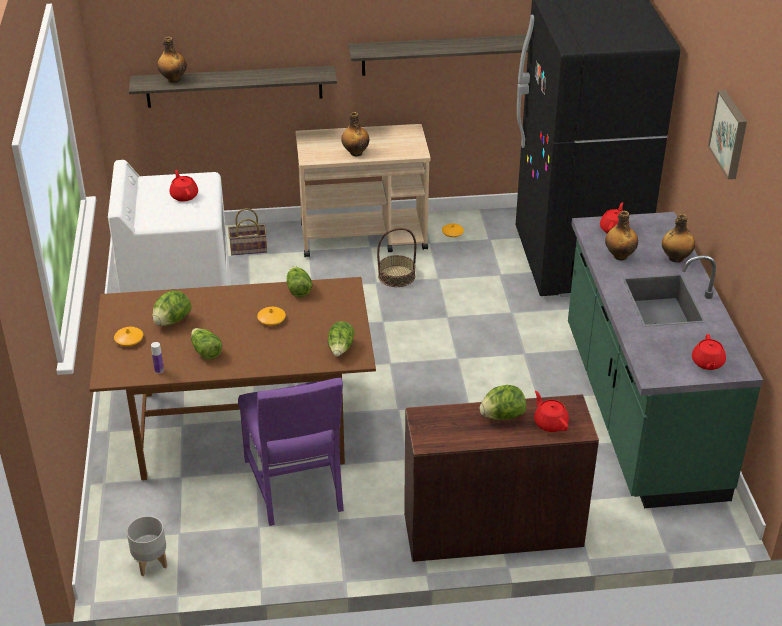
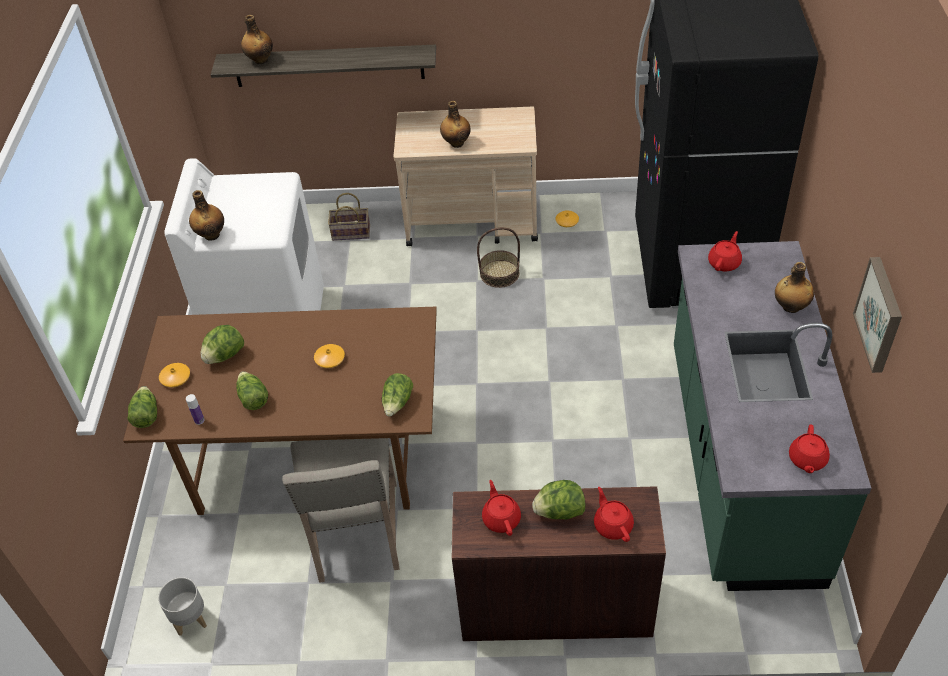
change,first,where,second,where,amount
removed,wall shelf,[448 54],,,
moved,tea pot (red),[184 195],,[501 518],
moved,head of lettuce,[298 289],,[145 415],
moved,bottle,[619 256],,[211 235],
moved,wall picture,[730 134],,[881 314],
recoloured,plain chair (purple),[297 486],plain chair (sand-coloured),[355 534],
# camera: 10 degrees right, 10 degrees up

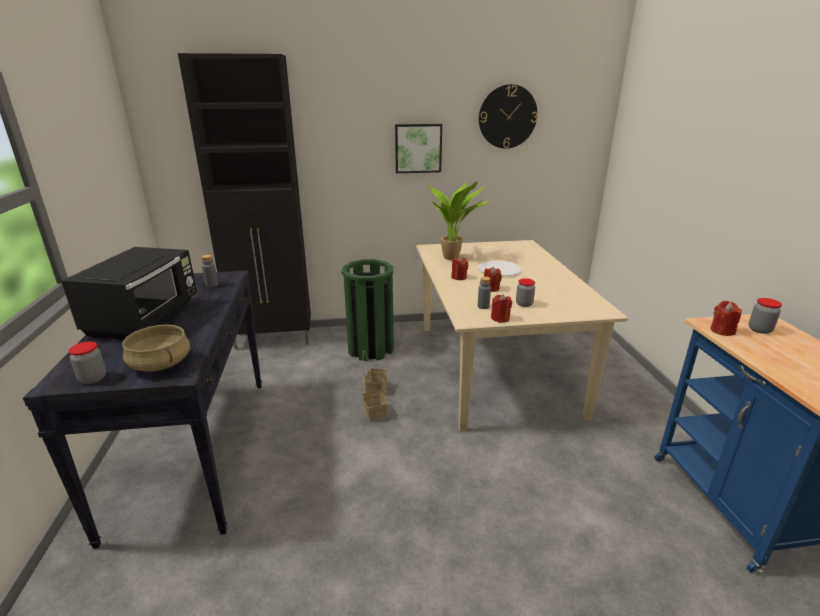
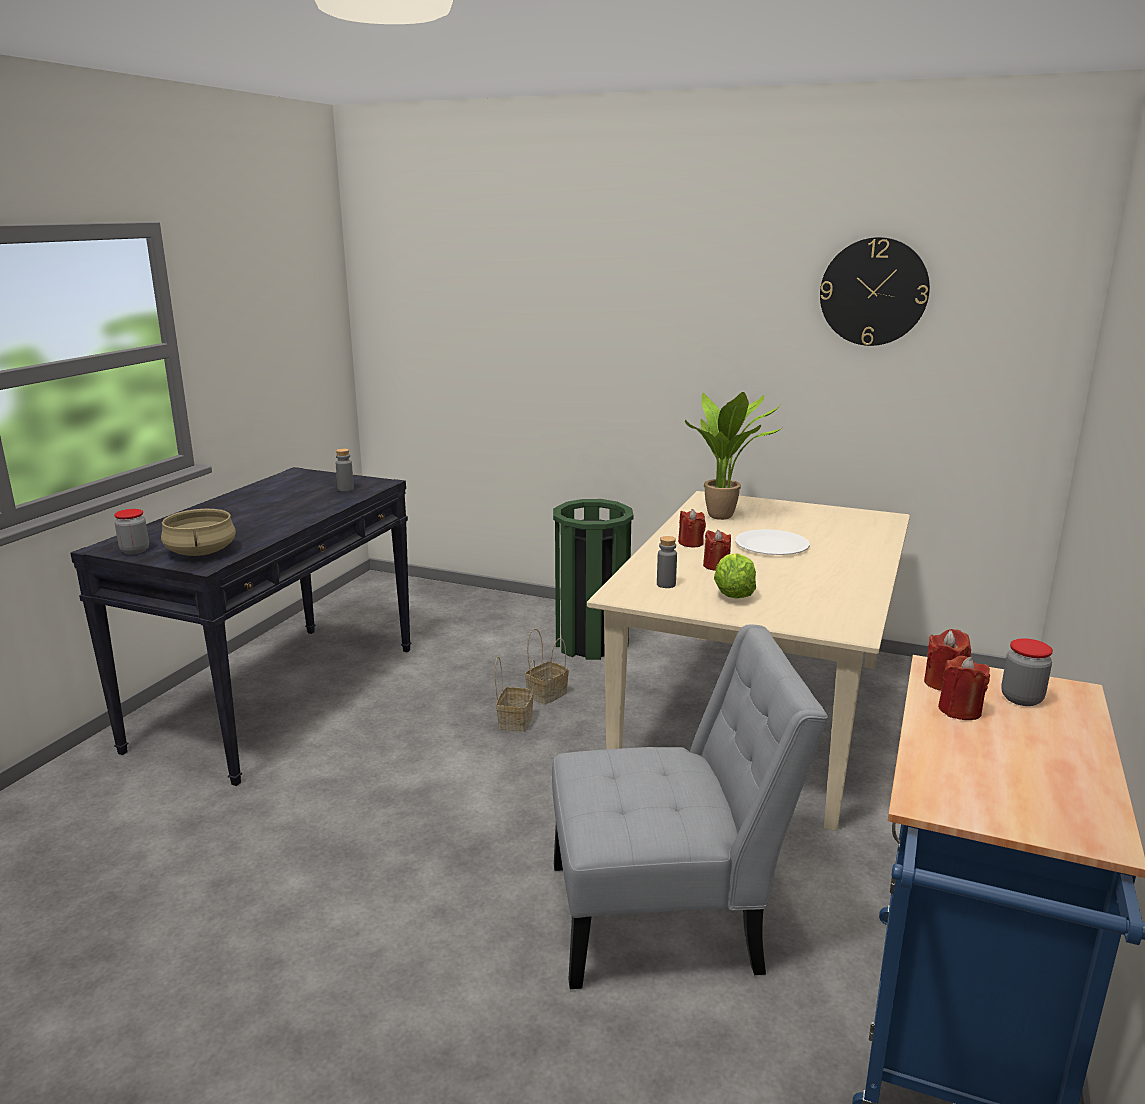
change,first,where,second,where,amount
removed,microwave oven (blackish),[146 318],,,
removed,cupboard (blackish),[274 339],,,
removed,wall picture,[418 148],,,
added,,,plain chair (grey),[667 915],
moved,wax light (red),[500 318],,[959 710],
replaced,jar,[524 304],head of lettuce,[733 594],
# camera: 30 degrees right, 5 degrees down

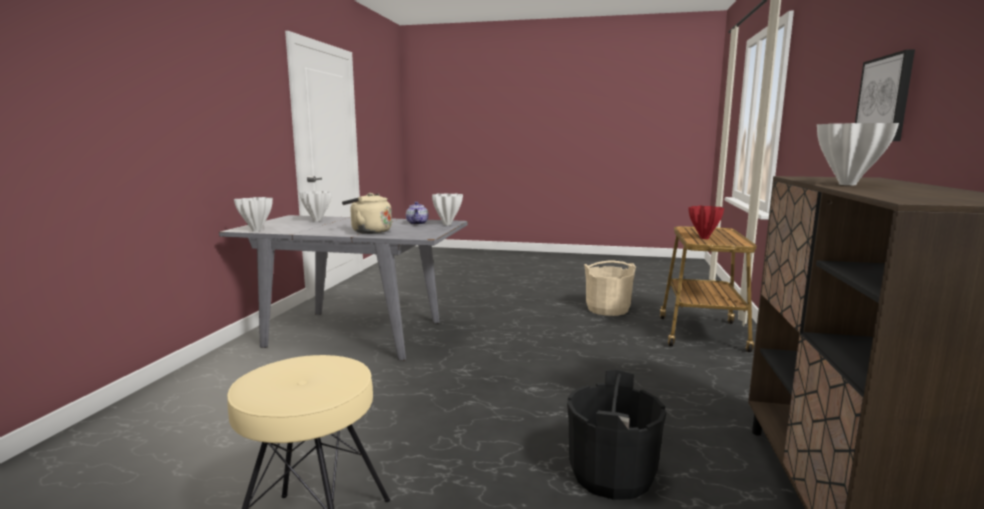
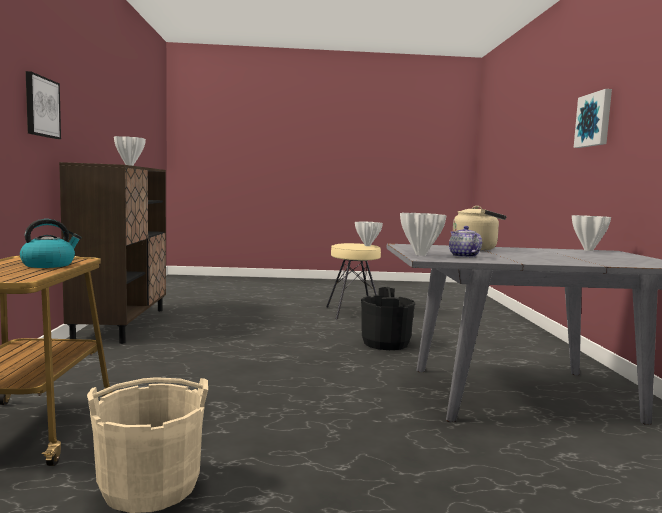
change,first,where,second,where,amount
added,,,wall picture,[594 120],
moved,decorative vase (white-coloured),[317 221],,[366 245],
moved,bucket (blackish),[612 474],,[385 343],
replaced,decorative vase (red),[704 238],water kettle,[49 265],
# camera: 165 degrees right, 5 degrees down

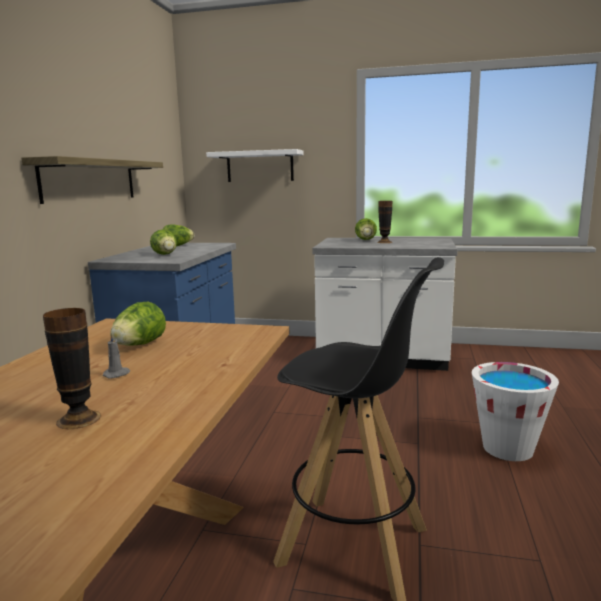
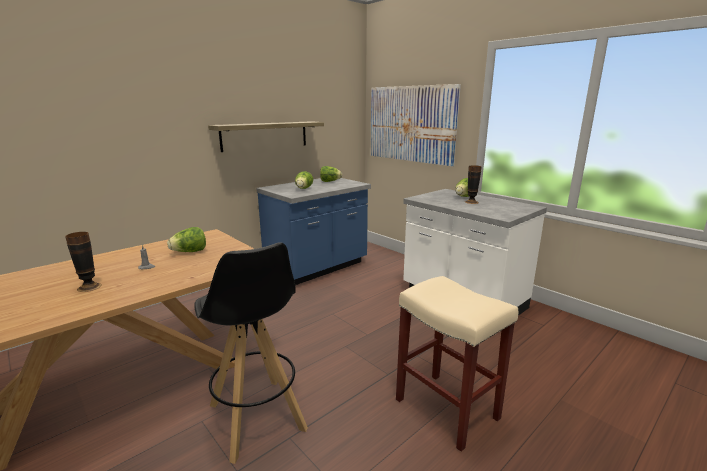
change,first,where,second,where,amount
replaced,wall shelf (white-coloured),[260 166],wall picture,[411 124],
replaced,bucket (white-coloured),[507 448],stool seat (sand-coloured),[448 409],
# camera: 35 degrees right, 5 degrees up

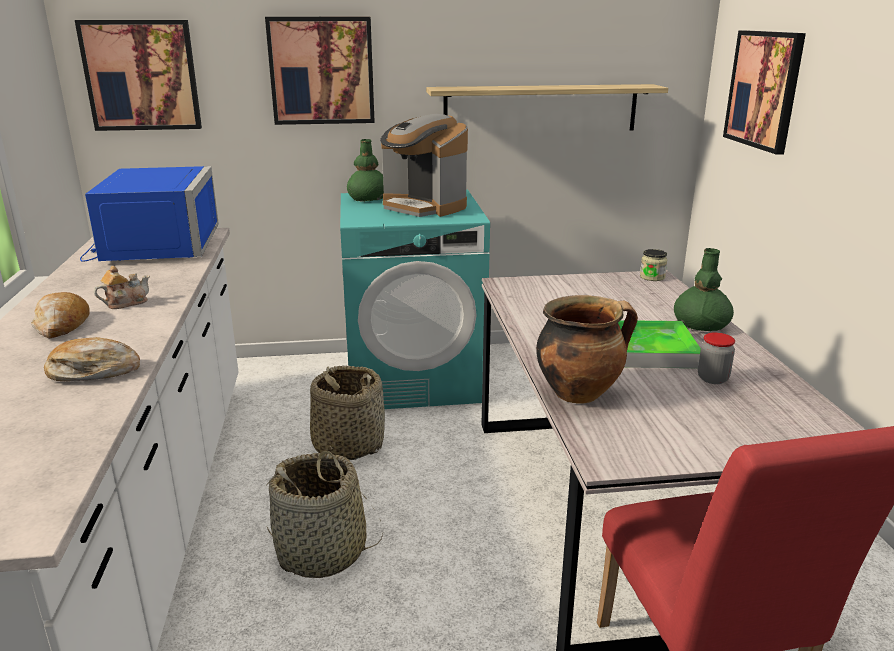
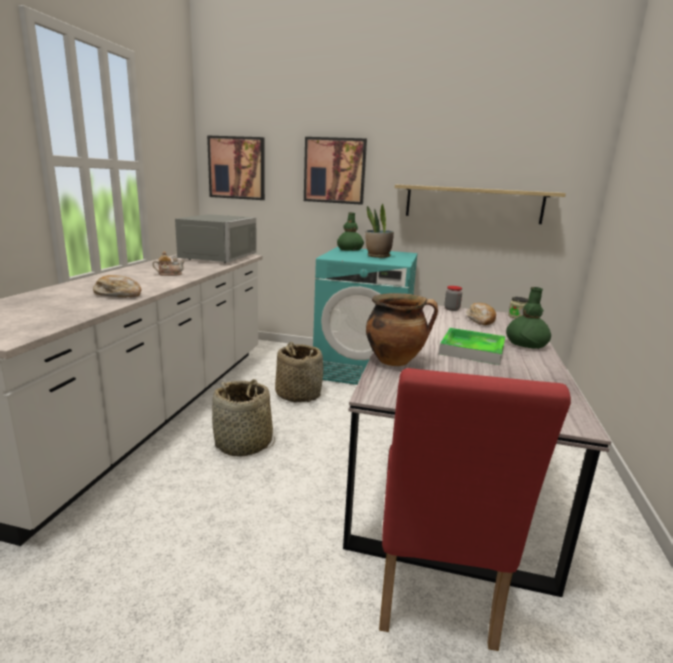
change,first,where,second,where,amount
removed,wall picture,[764 90],,,
moved,bakery bread,[62 325],,[481 320],
moved,jar,[712 379],,[451 309],
replaced,coffee brewer,[423 207],potted plant,[378 256],
recoloured,microwave oven (blue),[153 246],microwave oven (grey),[213 257],
# camera: 20 degrees right, 5 degrees down

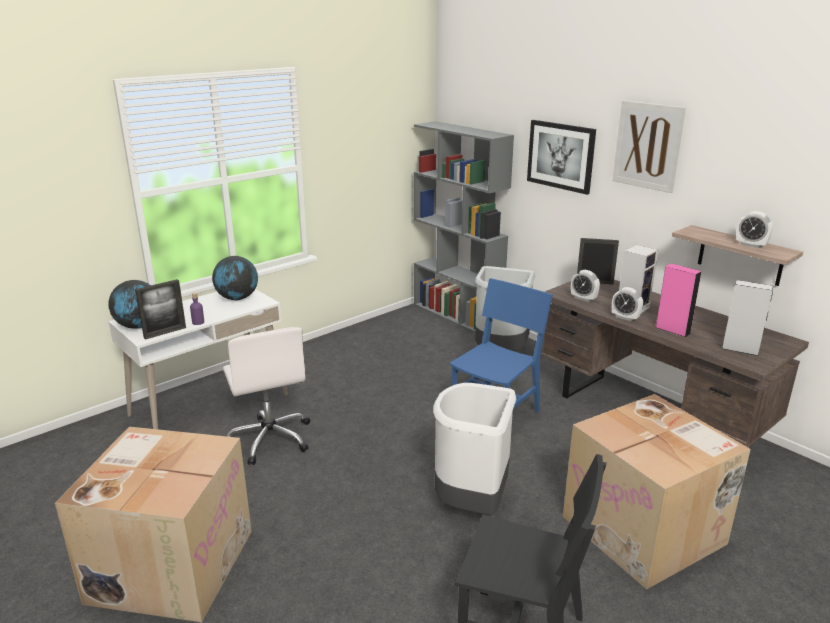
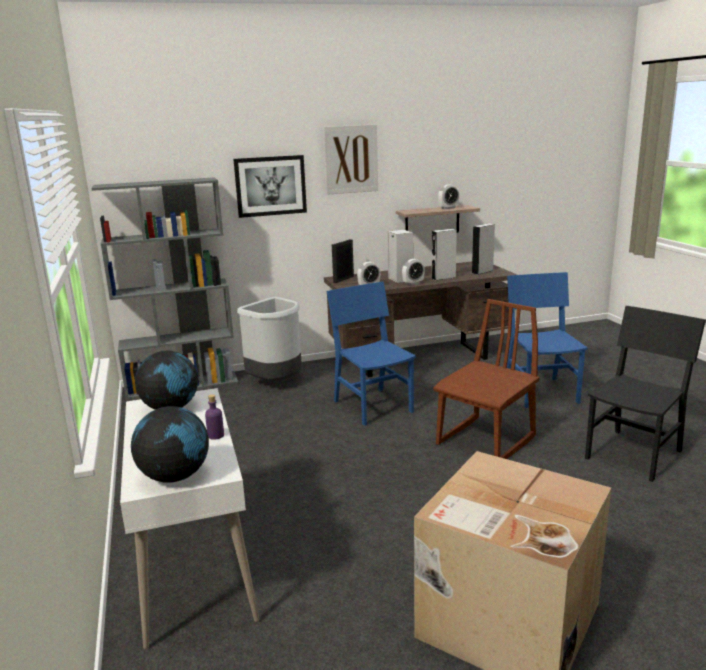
change,first,where,second,where,amount
removed,standing frame,[165 332],,,
removed,computer chair (white-coloured),[270 438],,,
replaced,waste bin (white-coloured),[471 505],plain chair (brownish),[486 441],
replaced,packing box,[645 530],plain chair (blue),[541 392],
recoloured,loudspeaker (pink),[672 330],loudspeaker (grey),[443 278],
# camera: 65 degrees left, 5 degrees down

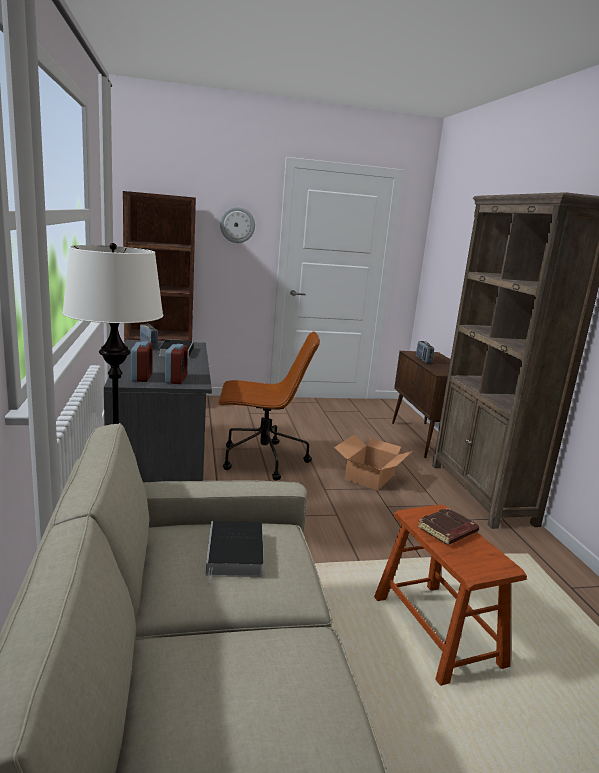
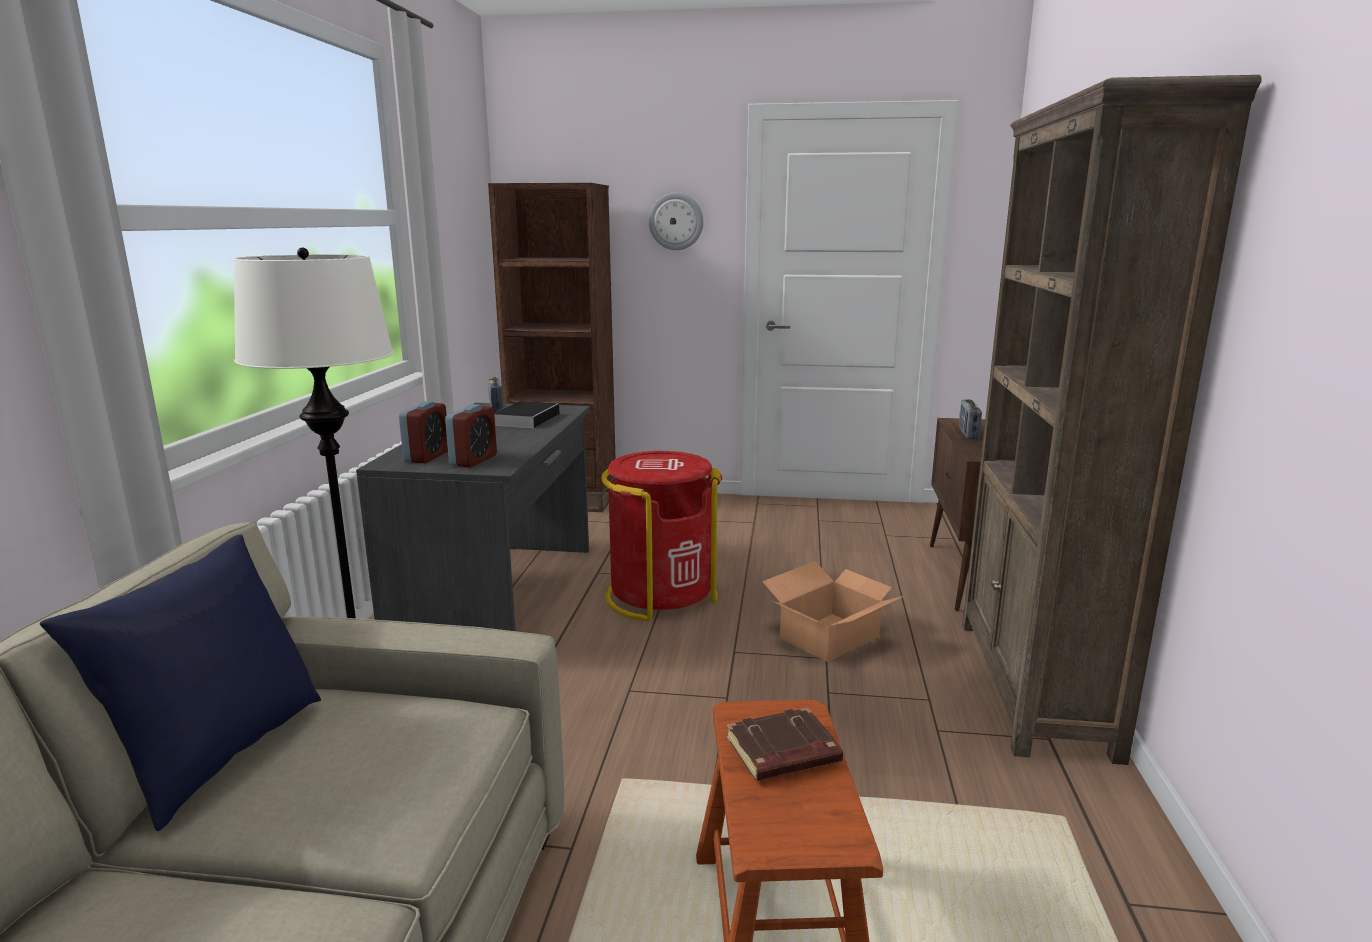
change,first,where,second,where,amount
removed,volume,[235 555],,,
added,,,throw pillow (blue),[218 755],
replaced,computer chair (brownish),[261 460],waste bin (red),[660 596],
# camera: 20 degrees right, 0 degrees up

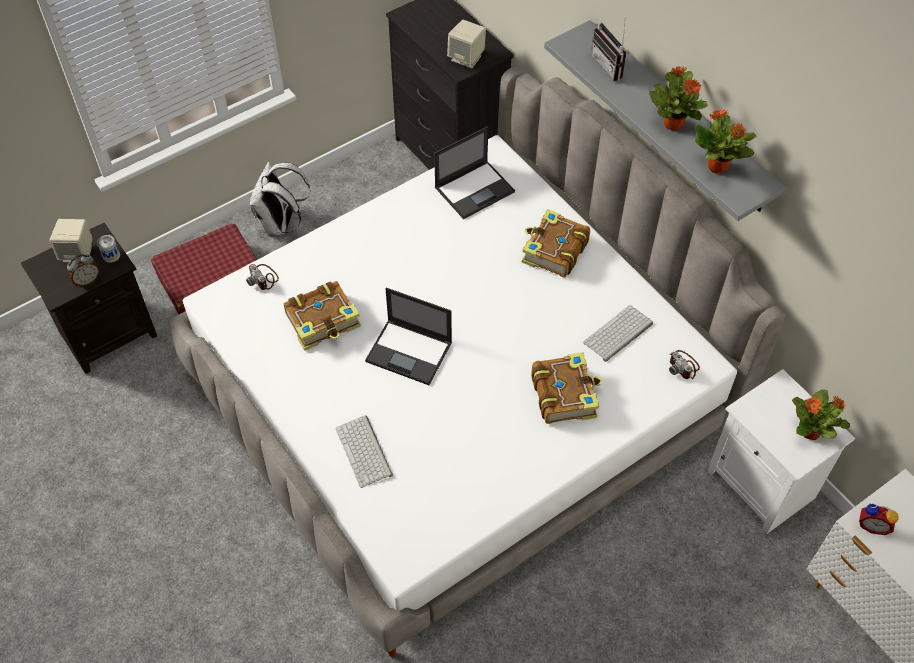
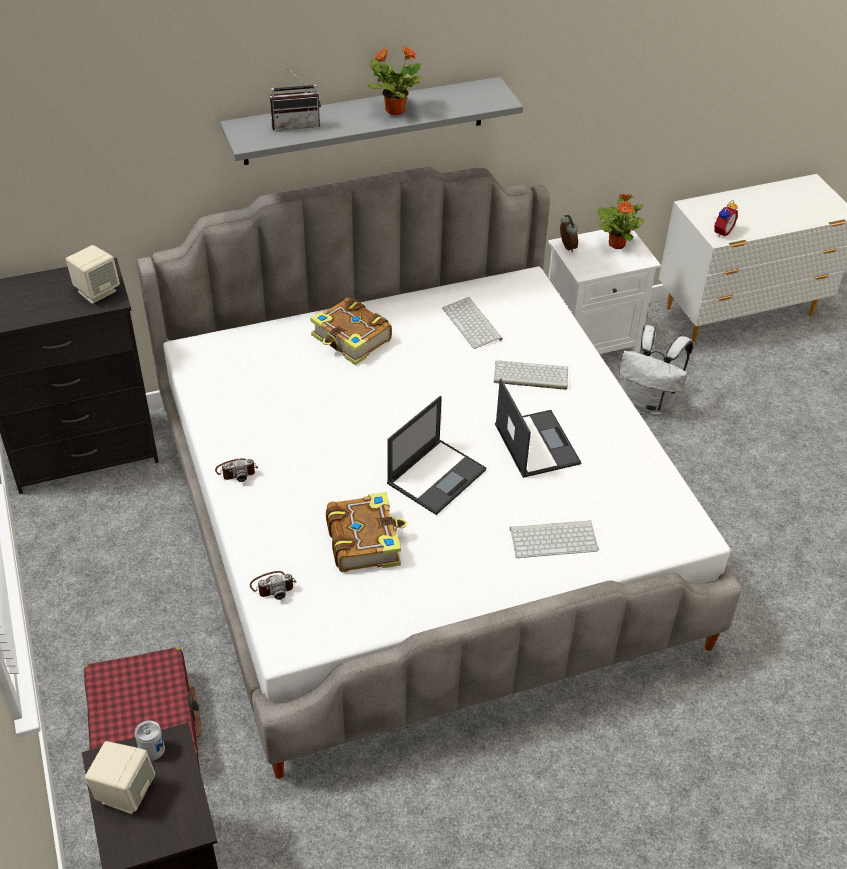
change,first,where,second,where,amount
removed,potted plant,[718 167],,,
moved,alarm clock,[87 281],,[566 247],
moved,rucksack (white-coloured),[280 224],,[649 403],
moved,notebook computer,[475 189],,[536 443],
moved,still camera,[683 366],,[236 471],
replaced,volume,[564 394],keyboard,[530 376],
# camera: 75 degrees left, 10 degrees down

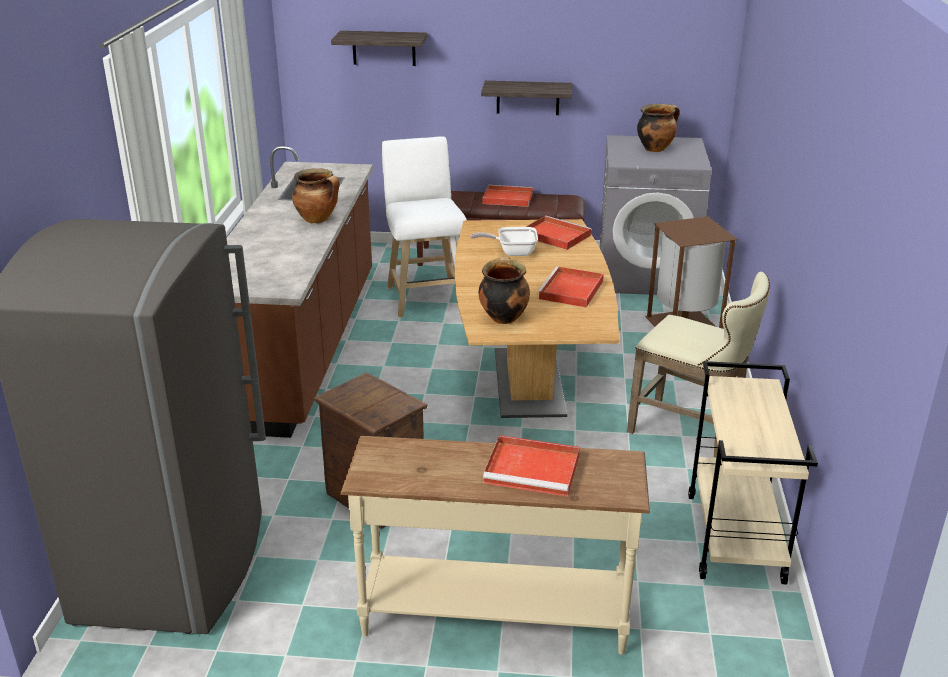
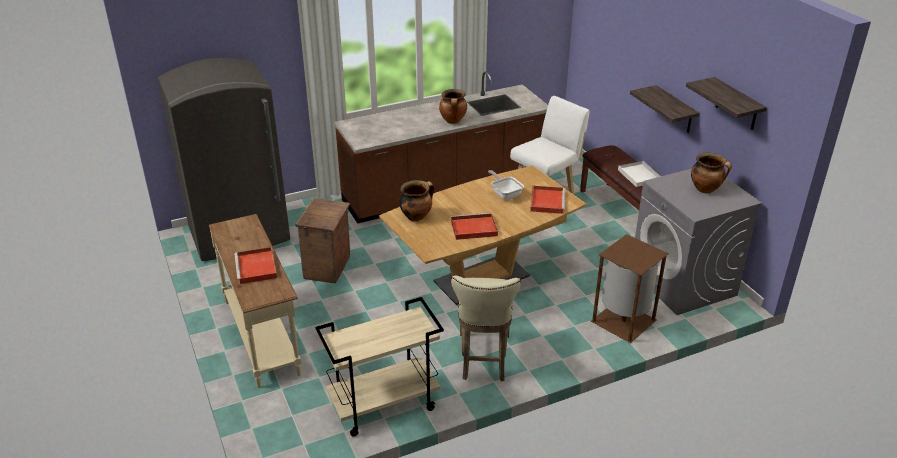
change,first,where,second,where,amount
moved,wall shelf,[384 48],,[737 104],
recoloured,carrying tray (red),[506 198],carrying tray (white-coloured),[638 175],
# camera: 60 degrees right, 5 degrees up

